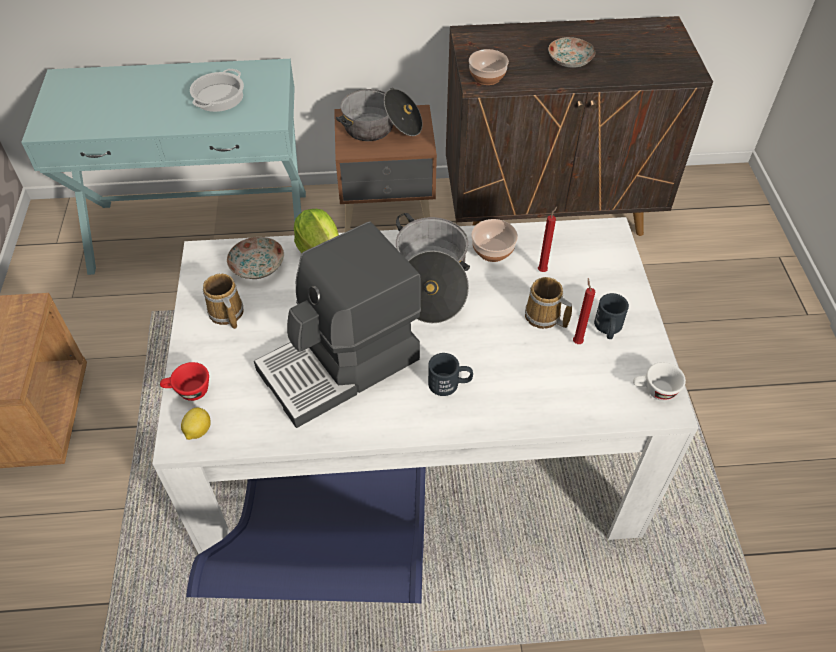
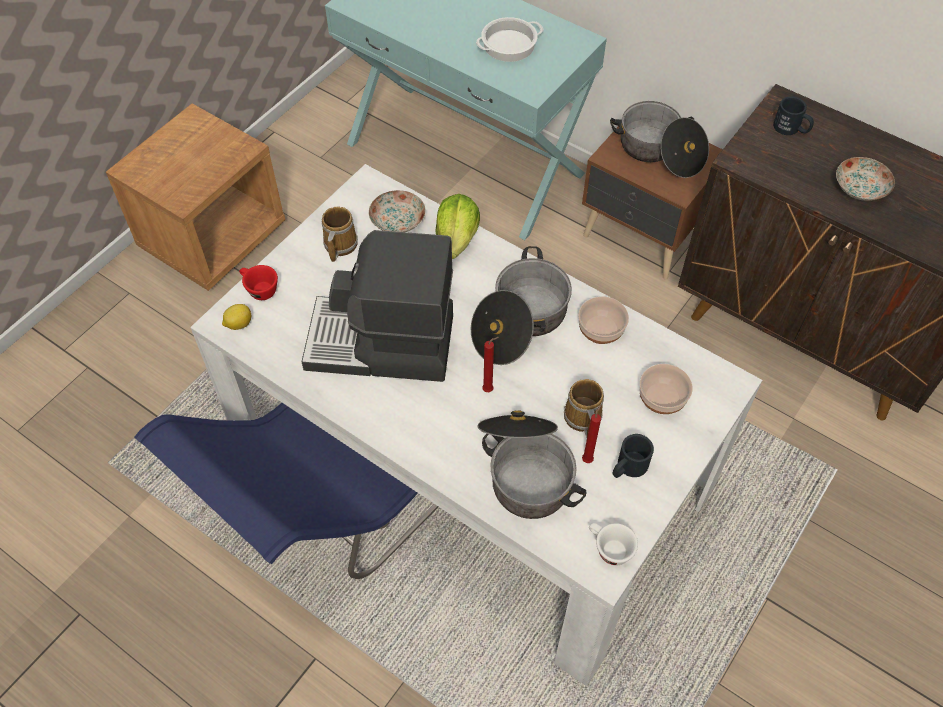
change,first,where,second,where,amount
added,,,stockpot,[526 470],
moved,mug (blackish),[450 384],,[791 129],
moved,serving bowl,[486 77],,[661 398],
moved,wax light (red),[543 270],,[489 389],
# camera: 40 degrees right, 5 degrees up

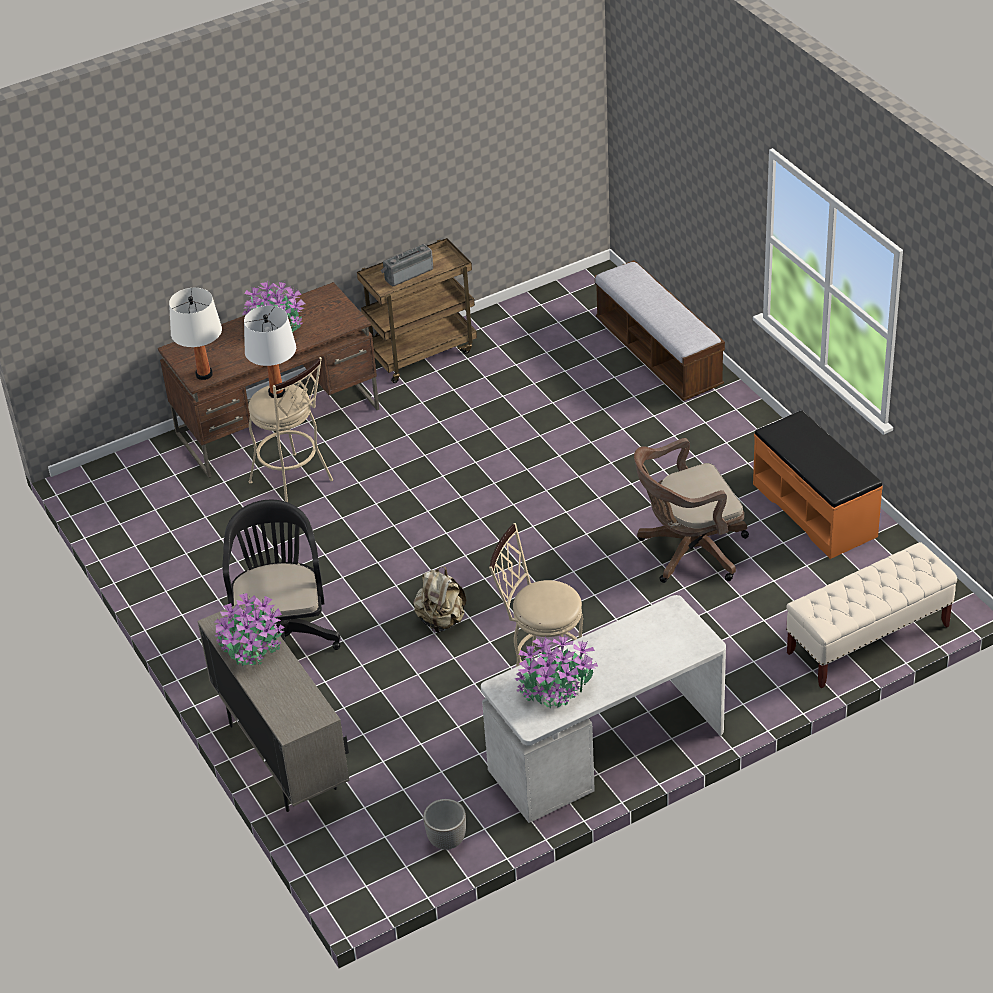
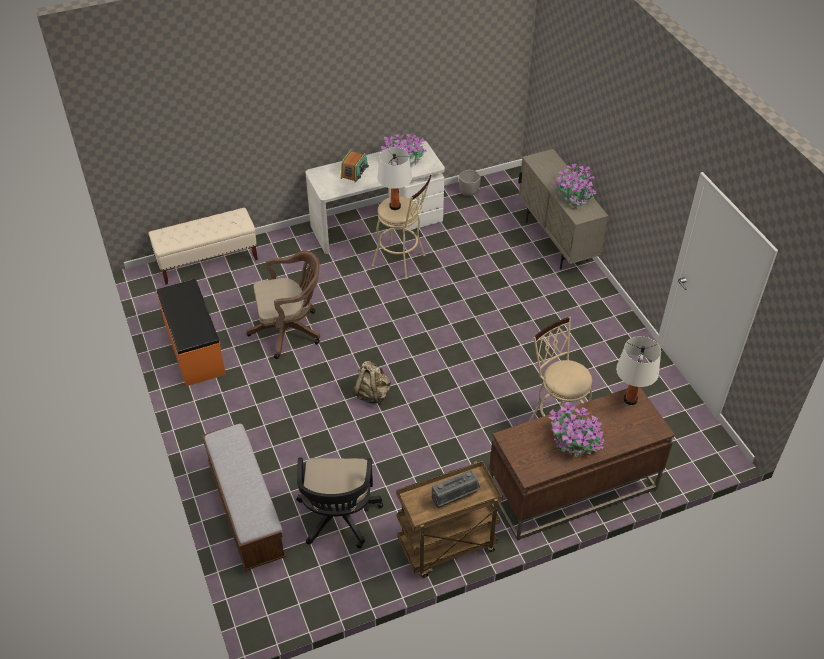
change,first,where,second,where,amount
added,,,radio set,[354 172],
moved,computer chair (blackish),[283 635],,[338 519],
moved,tabletop lamp (white-coloured),[276 392],,[395 206],
moved,rucksack (sand-coloured),[441 621],,[372 394],
# camera: 175 degrees left, 5 degrees up

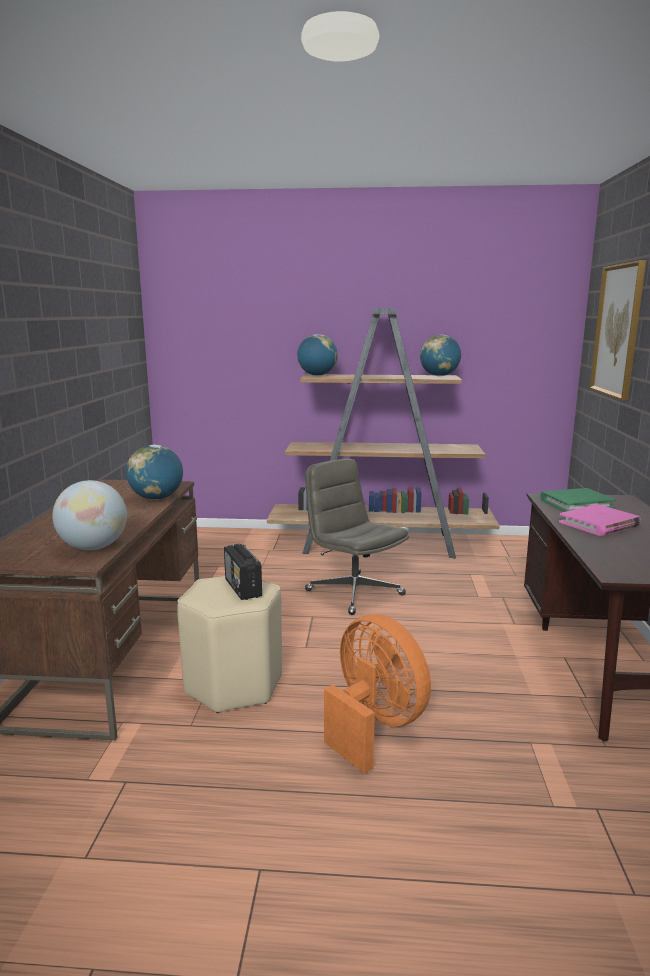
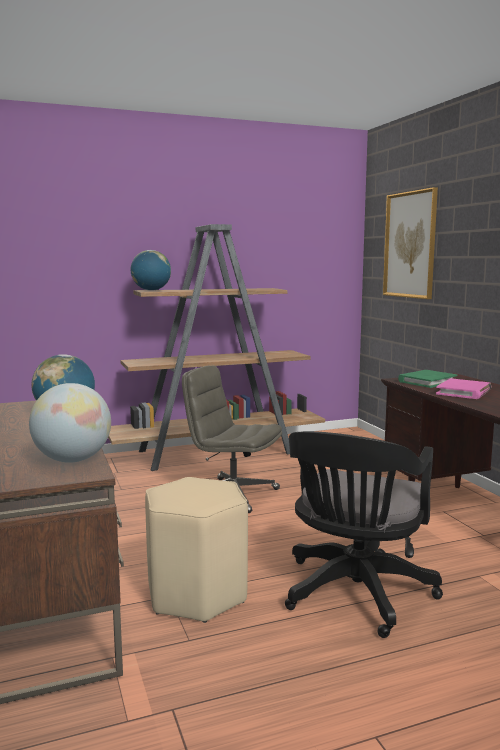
change,first,where,second,where,amount
removed,radio set,[243 588],,,
removed,desk globe,[439 376],,,
replaced,electric fan (orange-coloured),[374 726],computer chair (blackish),[355 595],
# camera: 25 degrees left, 5 degrees down

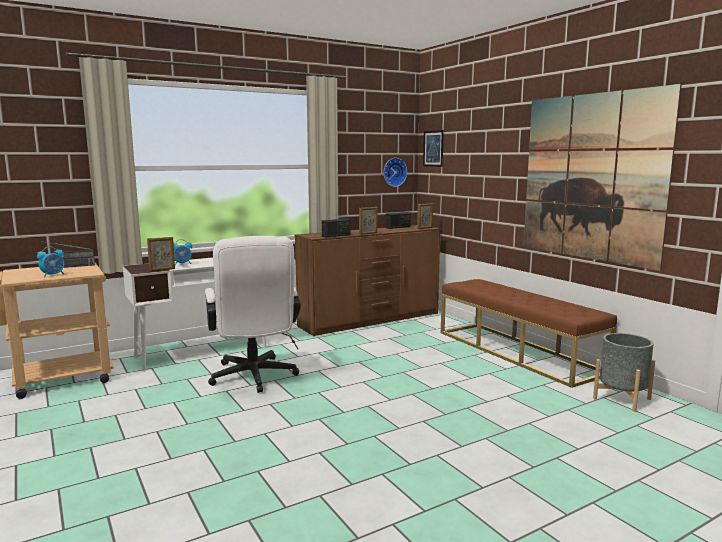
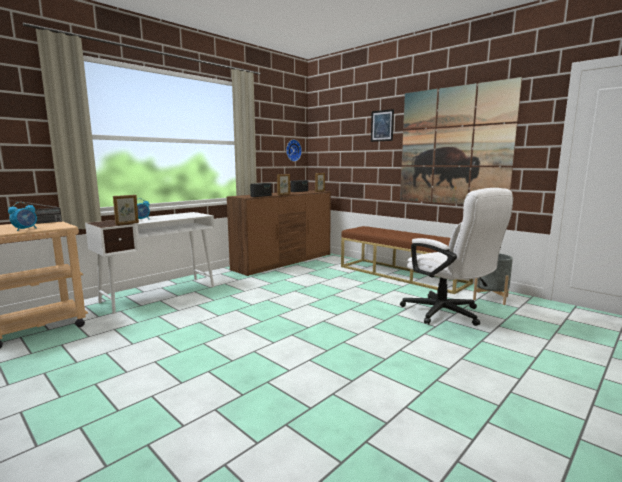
change,first,where,second,where,amount
moved,computer chair (white-coloured),[254 378],,[448 314],
moved,wall picture,[433 148],,[382 125],
# camera: 15 degrees left, 0 degrees up

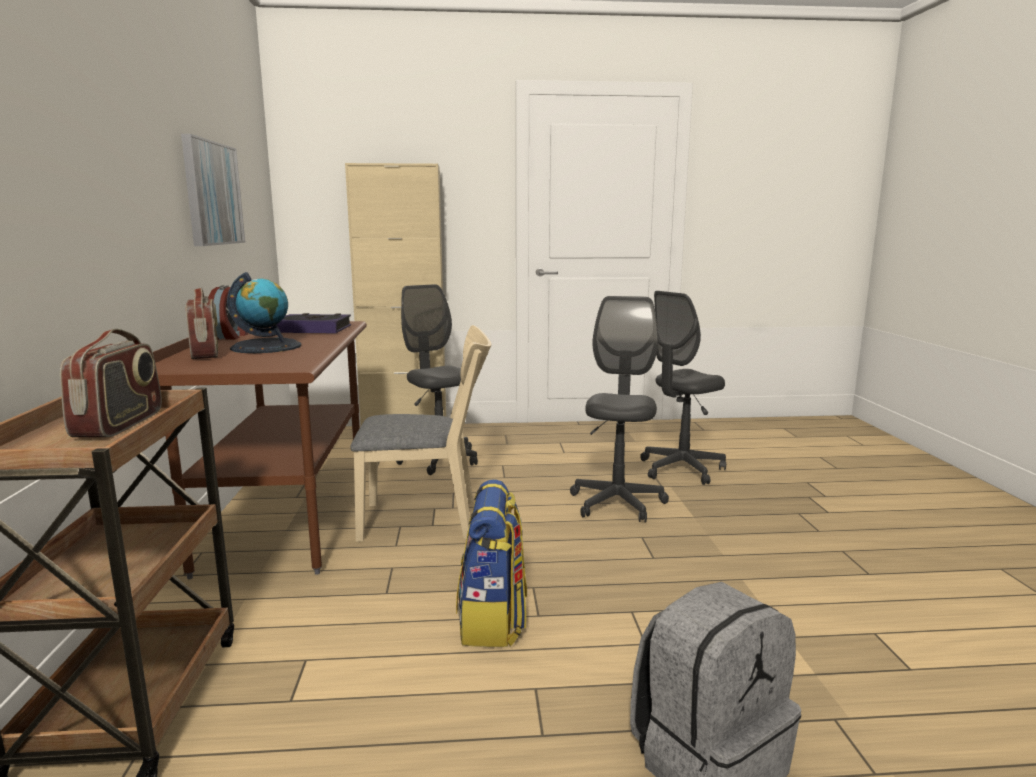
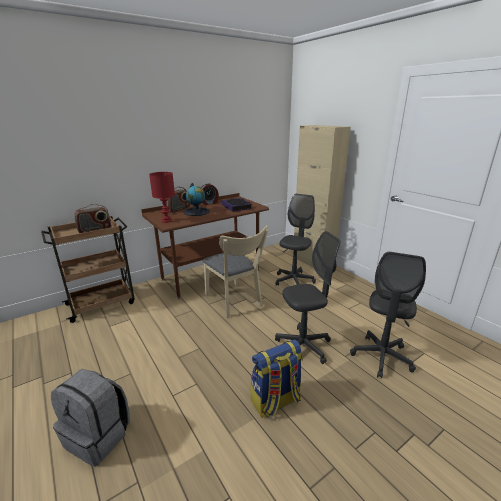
change,first,where,second,where,amount
removed,wall picture,[212 193],,,
added,,,tabletop lamp (red),[167 220],
moved,rucksack,[493 620],,[276 401],
turned,computer chair (grey),[681 469],,[381 357],90 degrees counterclockwise
# camera: 60 degrees right, 10 degrees up

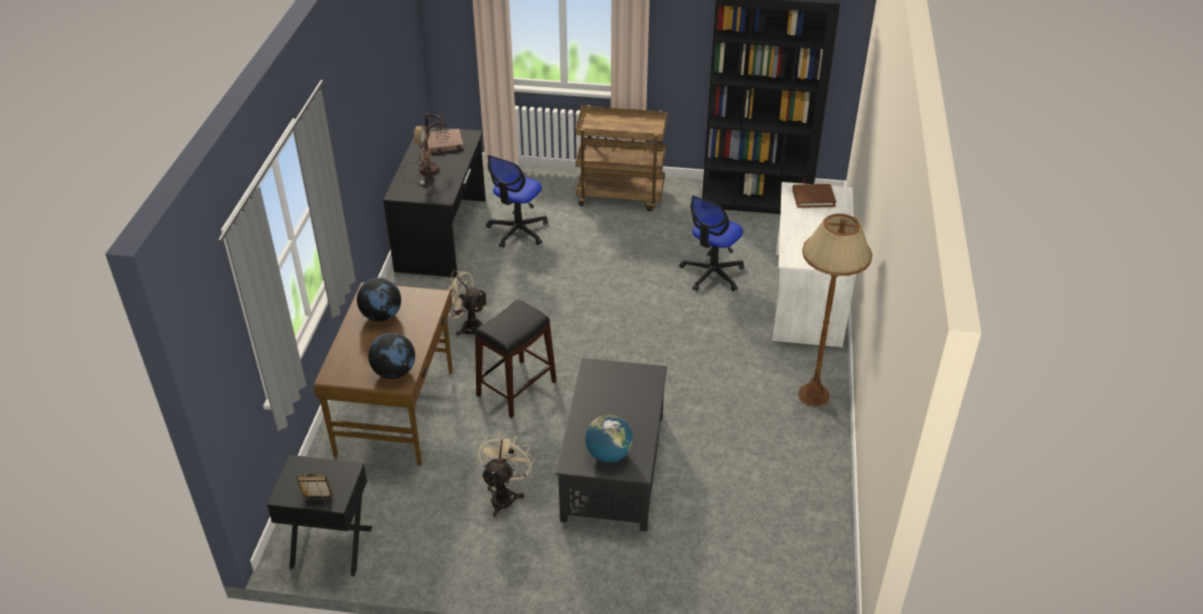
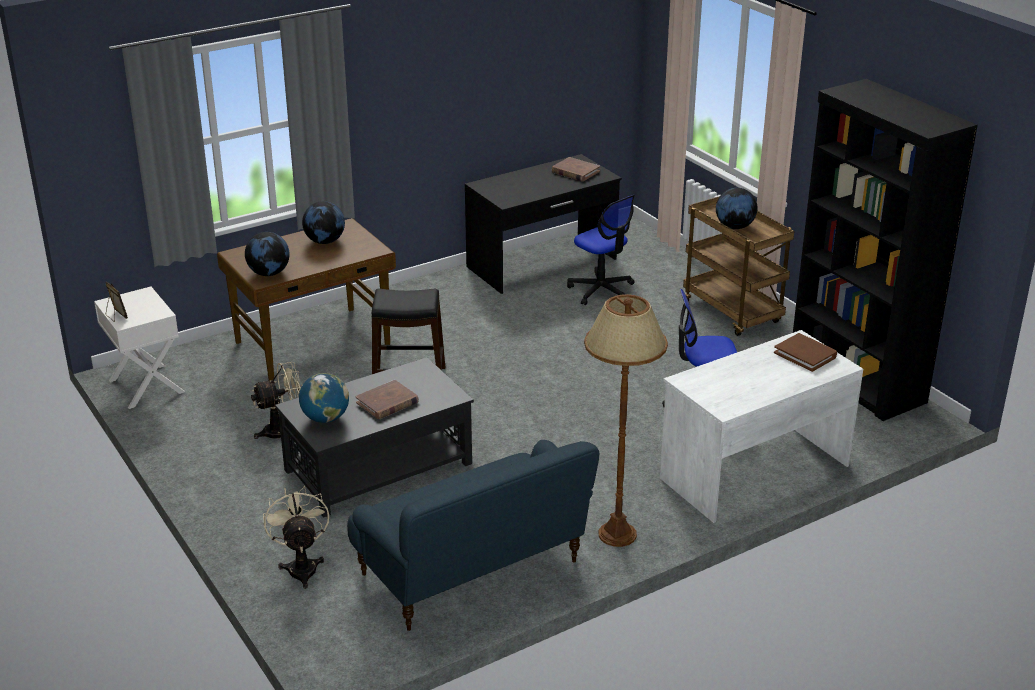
change,first,where,second,where,amount
removed,tabletop lamp,[430 169],,,
added,,,settee (blue),[472 571],
added,,,volume (brownish),[387 403],
added,,,desk globe,[734 227],
moved,electric fan (sand-coloured),[467 327],,[301 566],
recoloured,bedside table (blackish),[331 548],bedside table (white-coloured),[145 386],
turned,computer chair,[518 231],,[601 290],120 degrees counterclockwise
# camera: 50 degrees right, 10 degrees down

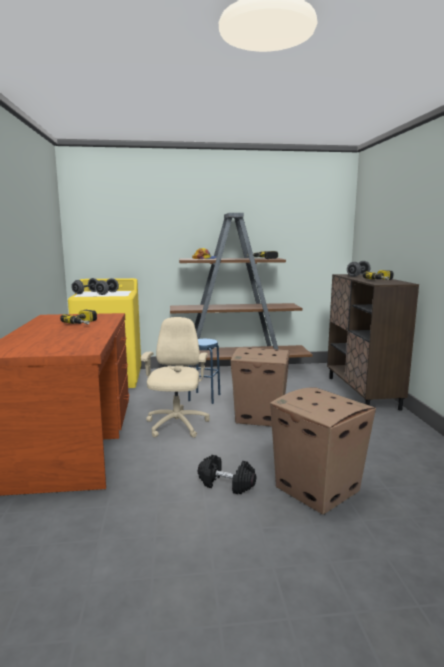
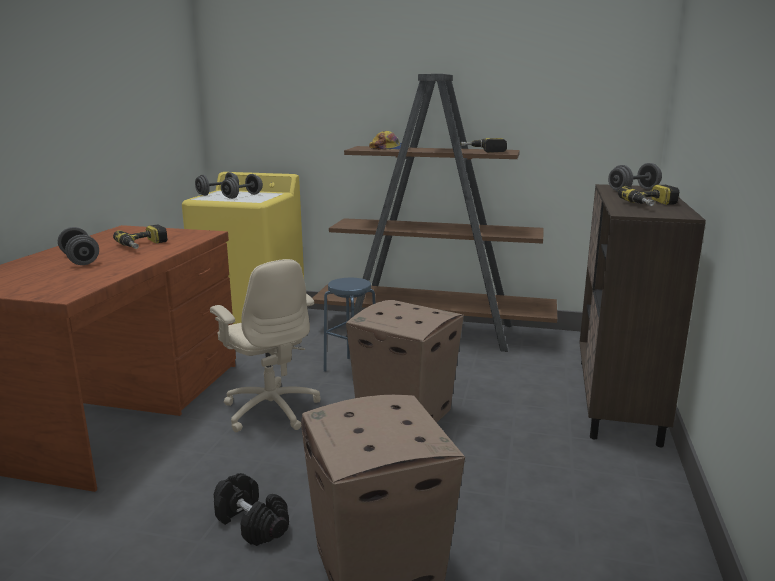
change,first,where,second,where,amount
added,,,free weight (grey),[80 260],
turned,computer chair (sand-coloured),[176 425],,[271 409],120 degrees clockwise
# camera: 20 degrees right, 5 degrees up

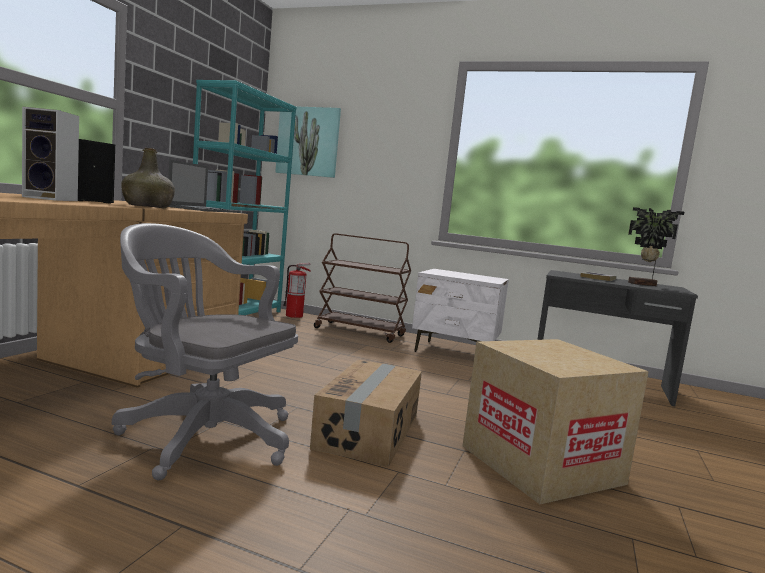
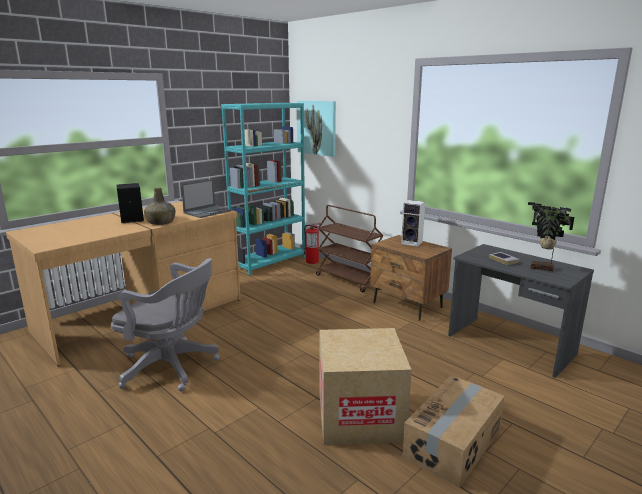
change,first,where,second,where,amount
moved,loudspeaker,[52 199],,[412 243],
moved,packing box,[369 431],,[454 443],
recoloured,bedside table (white-coloured),[455 353],bedside table (brownish),[407 305],
turned,computer chair (grey),[201 435],,[173 367],150 degrees clockwise
# camera: 25 degrees right, 10 degrees up

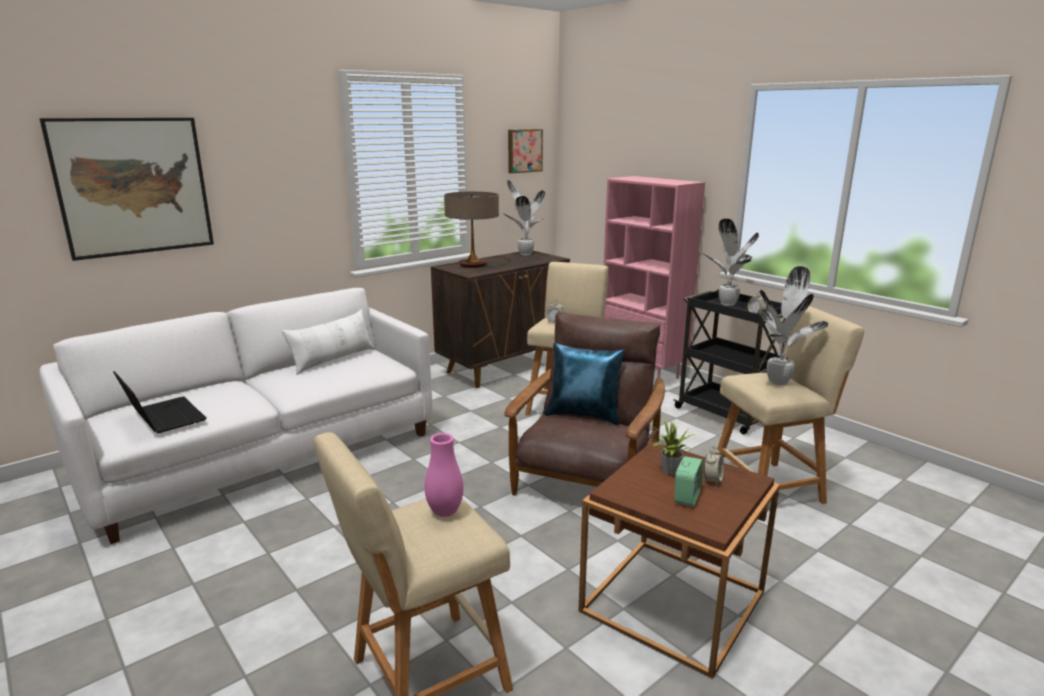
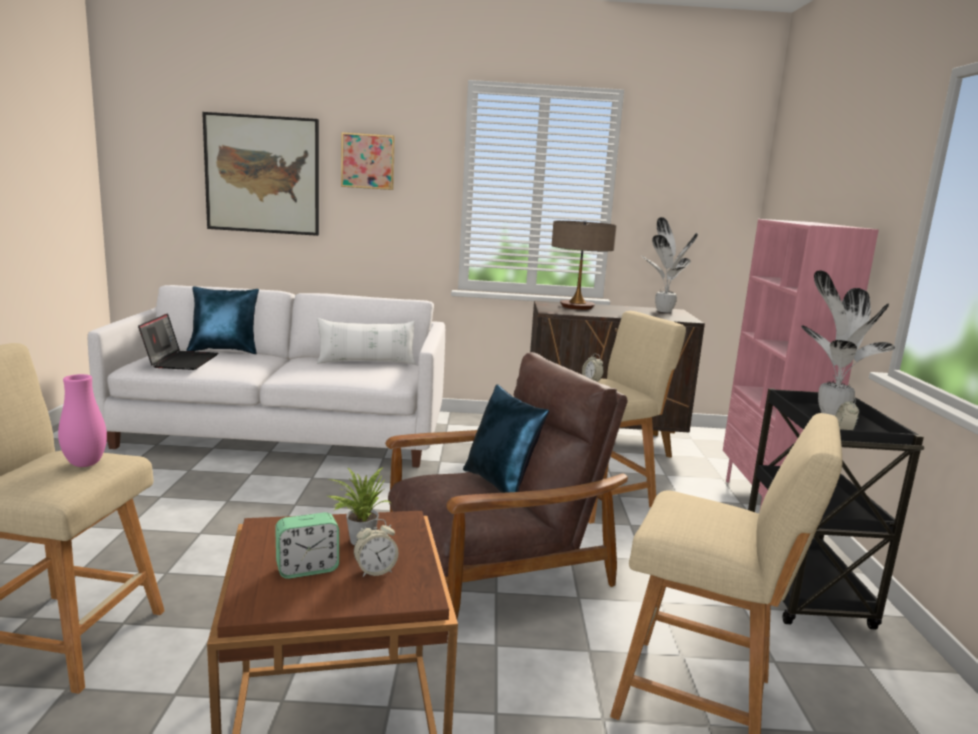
change,first,where,second,where,amount
removed,potted plant,[779 381],,,
added,,,throw pillow (blue),[225 351],
moved,wall picture,[524 150],,[368 161],
# camera: 40 degrees right, 5 degrees down

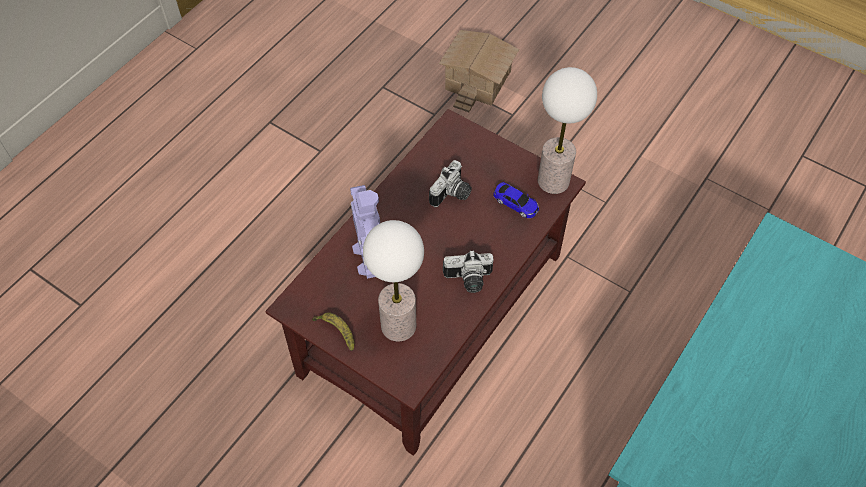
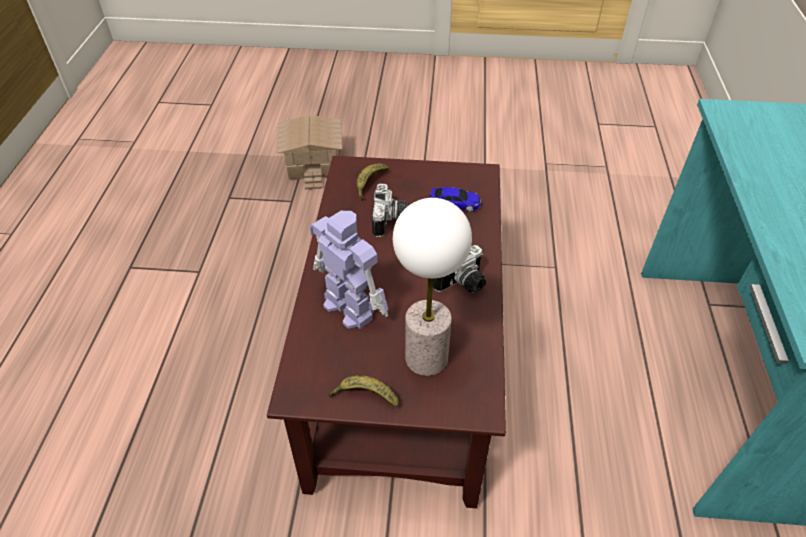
change,first,where,second,where,amount
removed,tabletop lamp,[553 181],,,
added,,,banana,[370 184],
# camera: 30 degrees left, 10 degrees down

